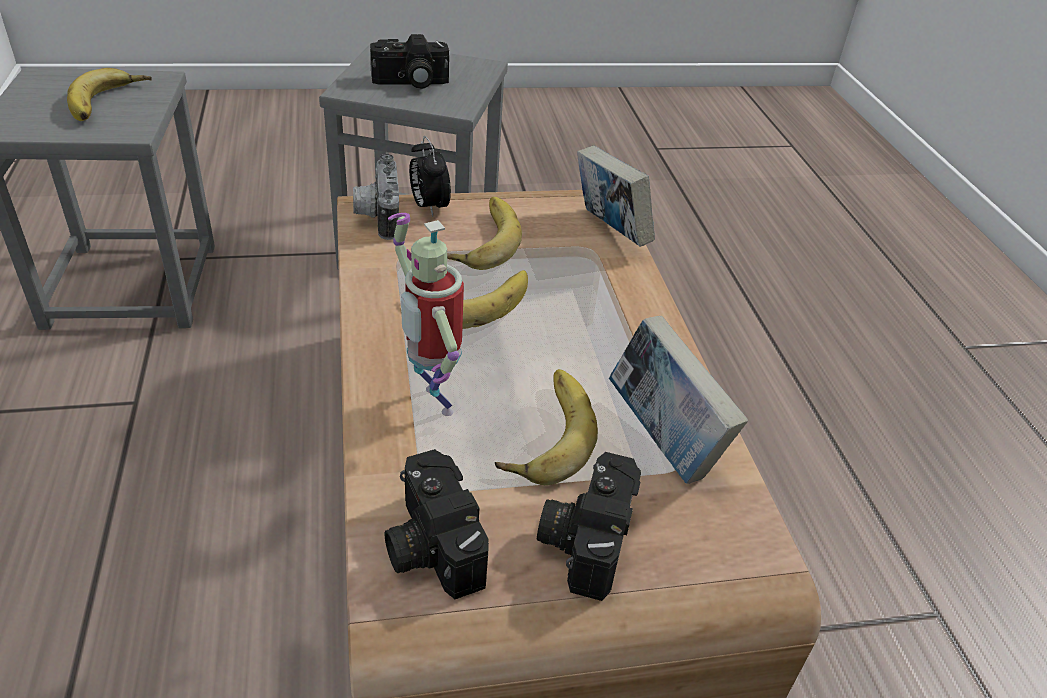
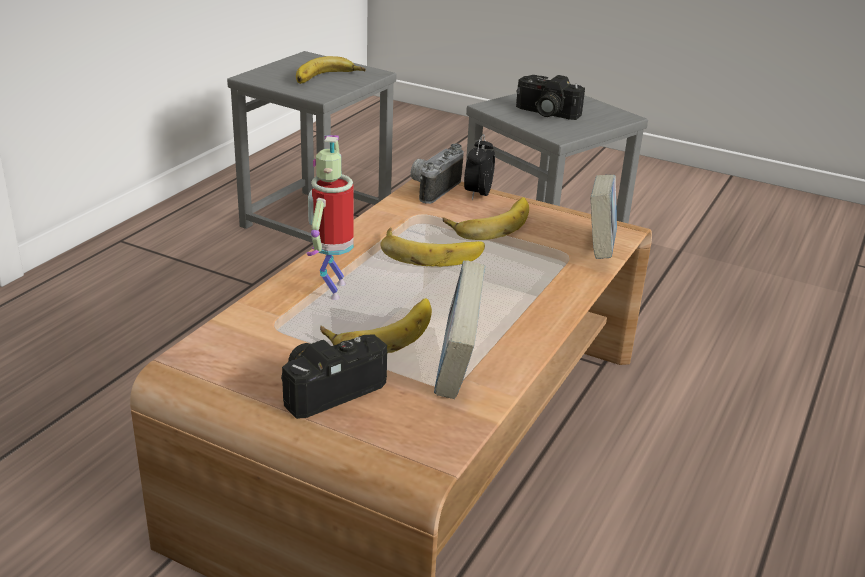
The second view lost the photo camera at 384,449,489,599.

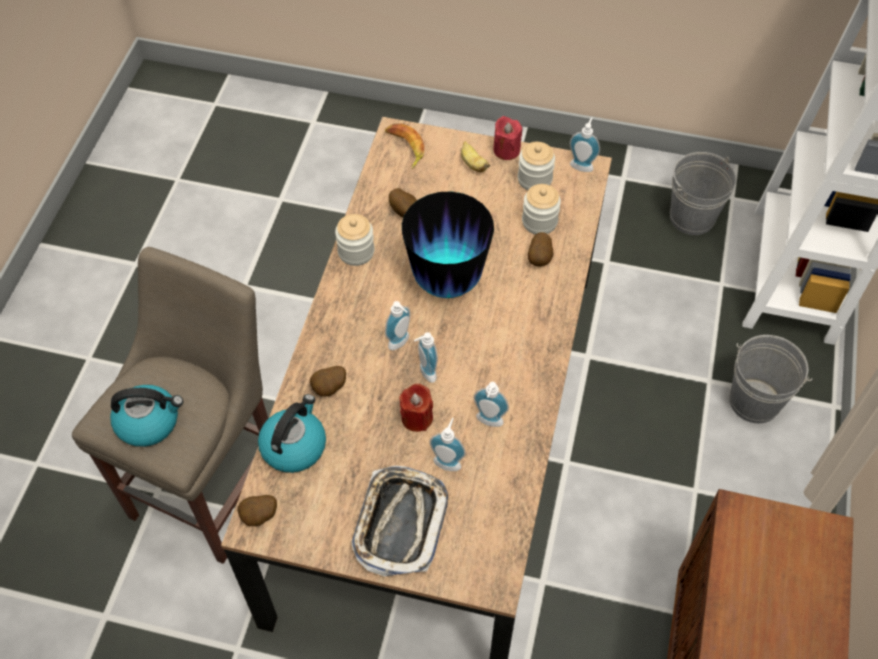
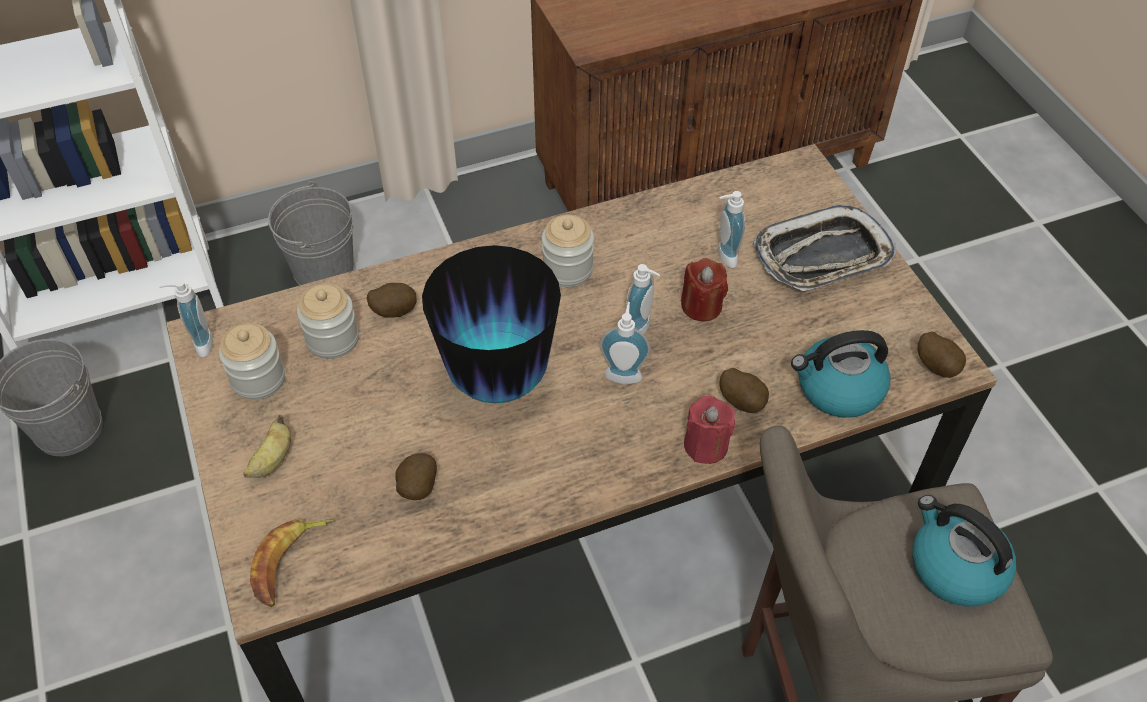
The second view lost the soap dispenser at 474,382,509,427.
The jar ended up elsewhere, having gone from 335,214,374,266 to 542,215,594,287.
The red candle ended up elsewhere, having gone from 493,116,522,160 to 684,396,735,464.

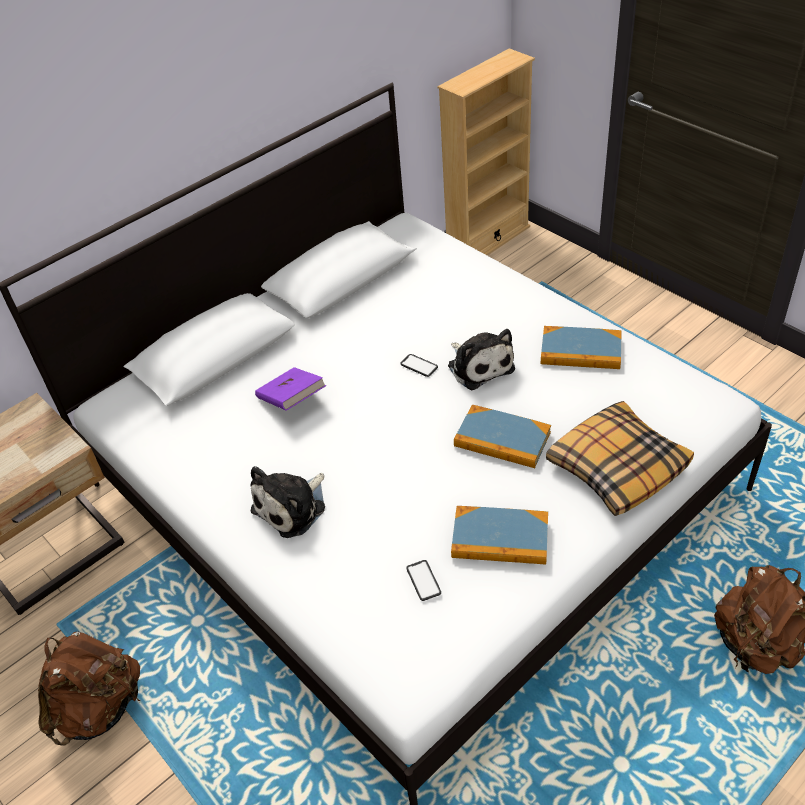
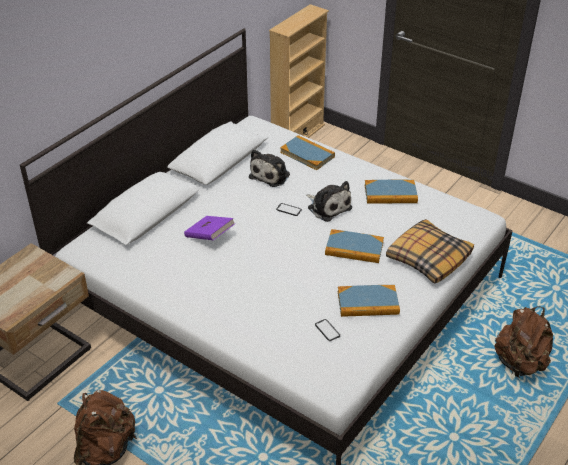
The second view gained the book at 280,135,335,170.
The plush toy ended up elsewhere, having gone from 250,466,325,538 to 249,149,290,187.

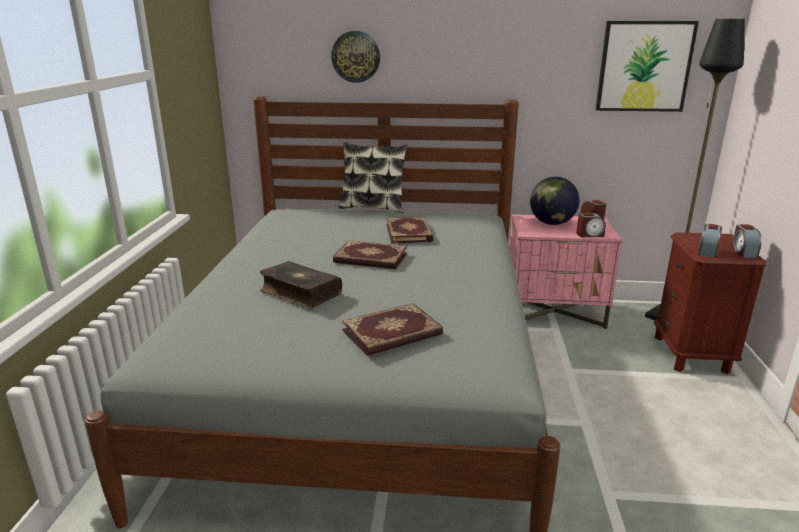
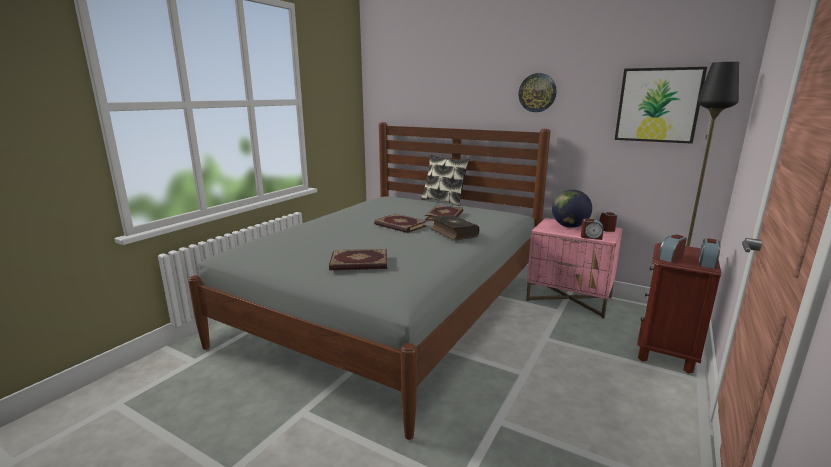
The book ended up elsewhere, having gone from 260,261,342,309 to 431,215,479,241.
The wall clock ended up elsewhere, having gone from 331,31,380,83 to 519,73,557,112.

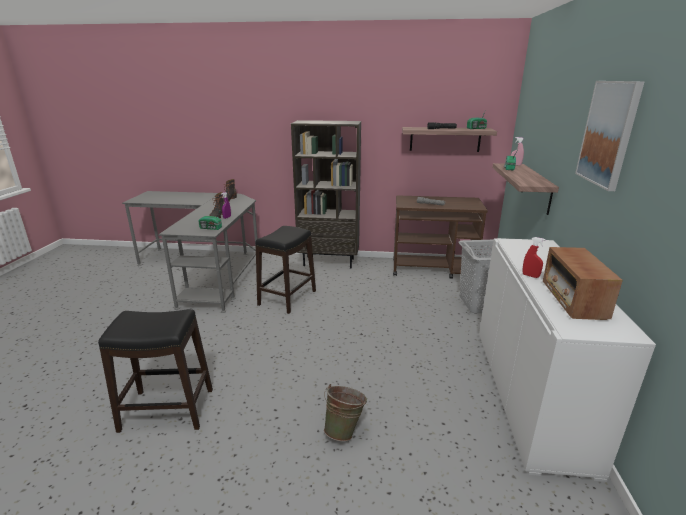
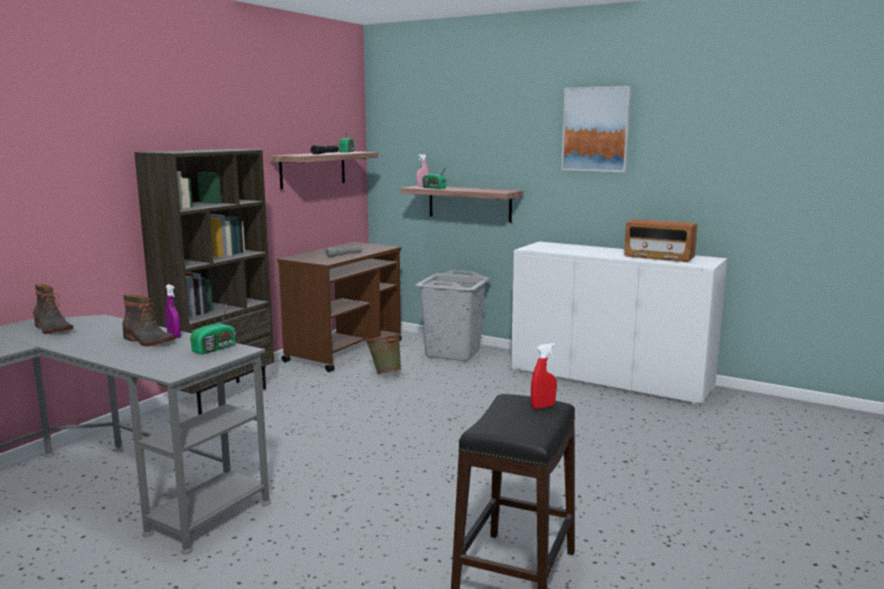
The second view lost the black stool at 255,226,316,314.
The green bucket ended up elsewhere, having gone from 324,384,367,441 to 366,333,402,374.
The red spray bottle ended up elsewhere, having gone from 522,237,546,278 to 531,343,557,409.

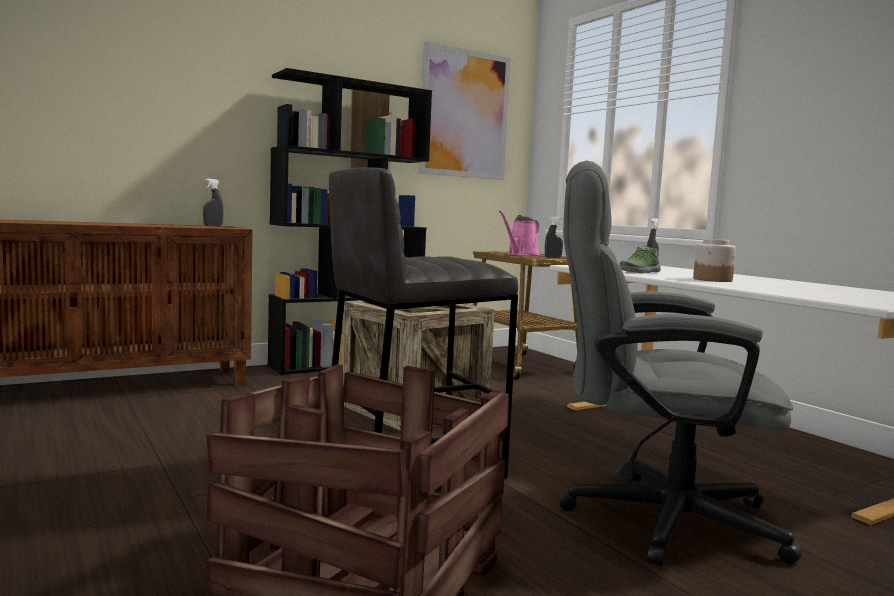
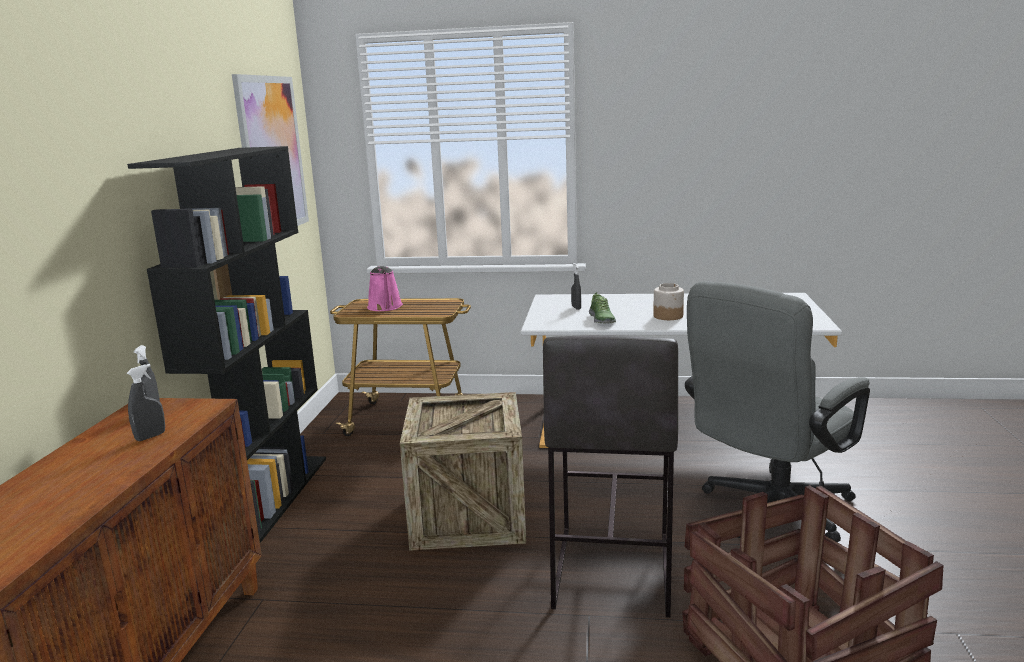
The grey spray bottle ended up elsewhere, having gone from 545,217,563,258 to 127,364,165,441.

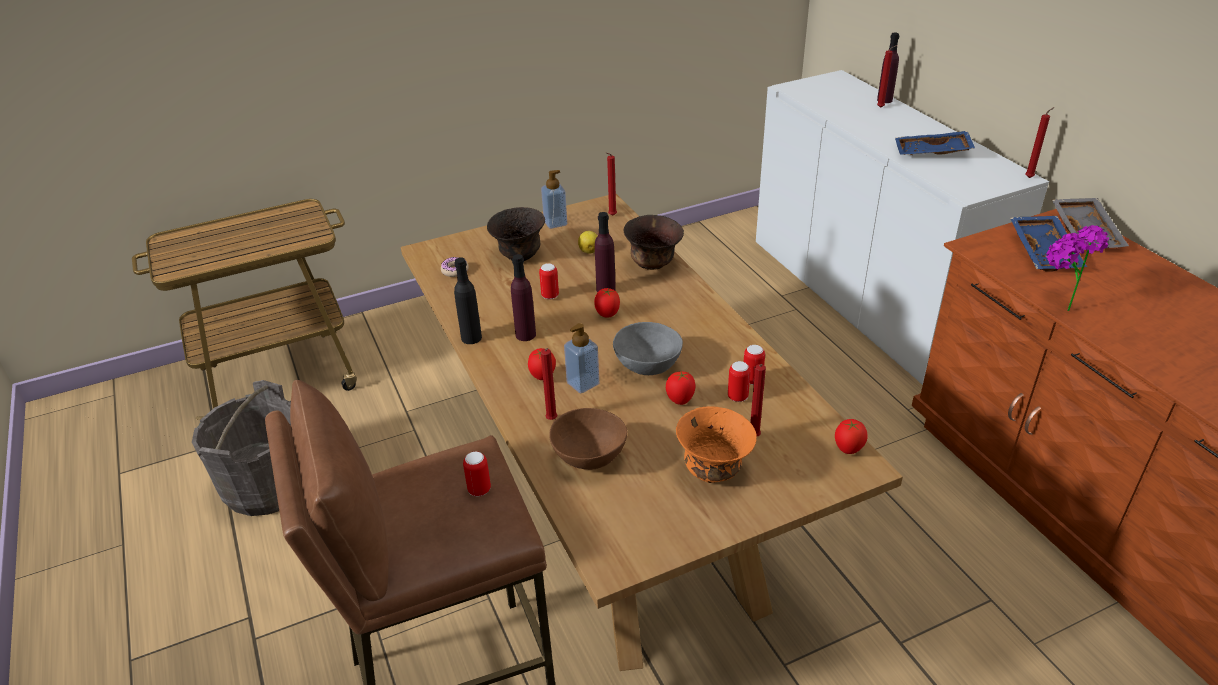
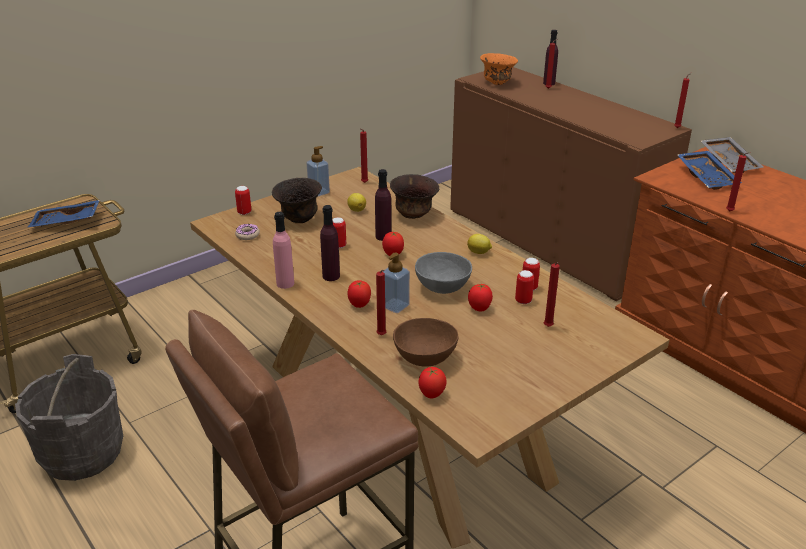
The second view gained the lemon at 467,234,492,254.
The can ended up elsewhere, having gone from 463,451,491,496 to 235,186,251,215.
The orange bowl ended up elsewhere, having gone from 676,406,757,483 to 480,53,518,85.
The tomato ended up elsewhere, having gone from 835,419,868,454 to 418,367,447,398.
The blue tray ended up elsewhere, having gone from 895,131,975,155 to 28,200,100,227.
Where the potted plant stood at 1046,225,1109,311, the red candle came to stand at 726,152,750,212.
What was the black bottle at 454,257,482,344 turned into the pink bottle at 273,212,294,289.
What was the white cabinet at 756,70,1049,385 turned into the brown cabinet at 450,67,692,301.

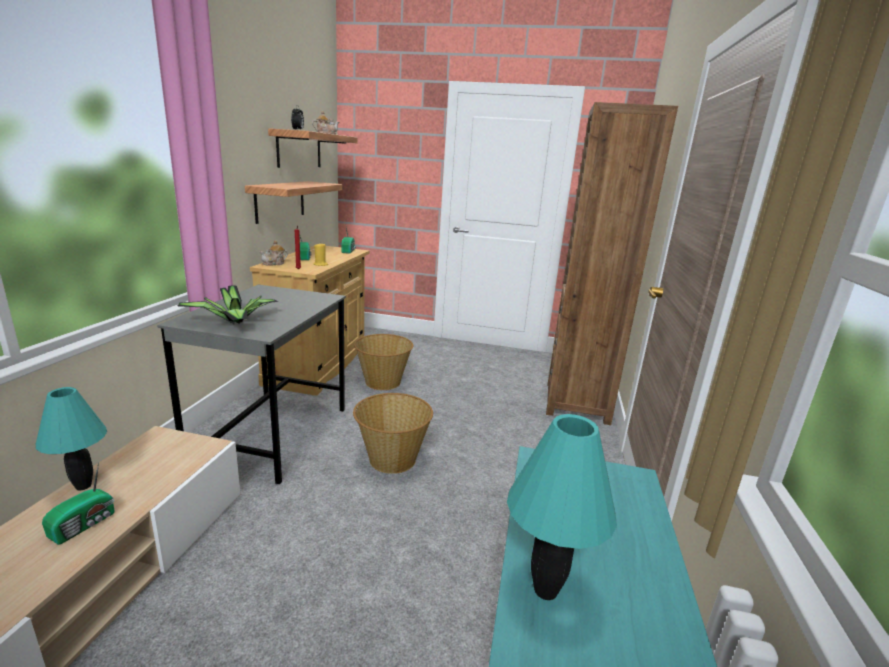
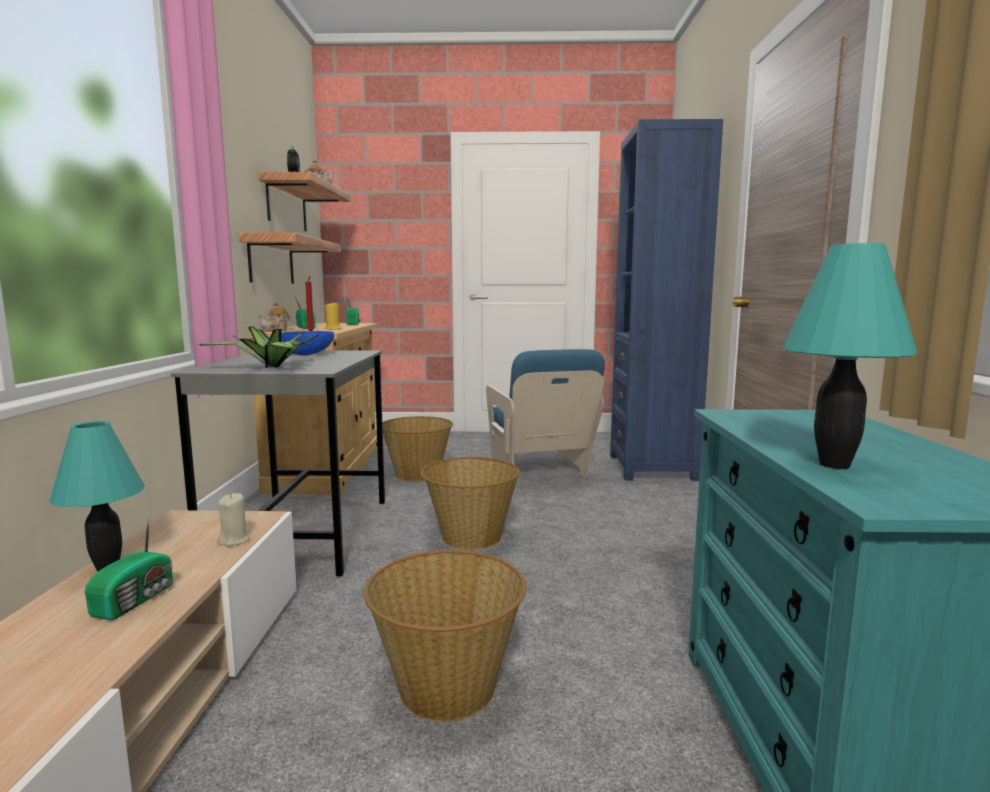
The second view gained the beige candle at 217,493,250,546.
The second view gained the blue bowl at 281,331,334,355.
The second view gained the basket at 364,550,526,722.
The second view gained the blue armchair at 486,349,605,479.
What was the brown bookcase at 546,102,678,425 turned into the blue bookcase at 610,119,723,481.

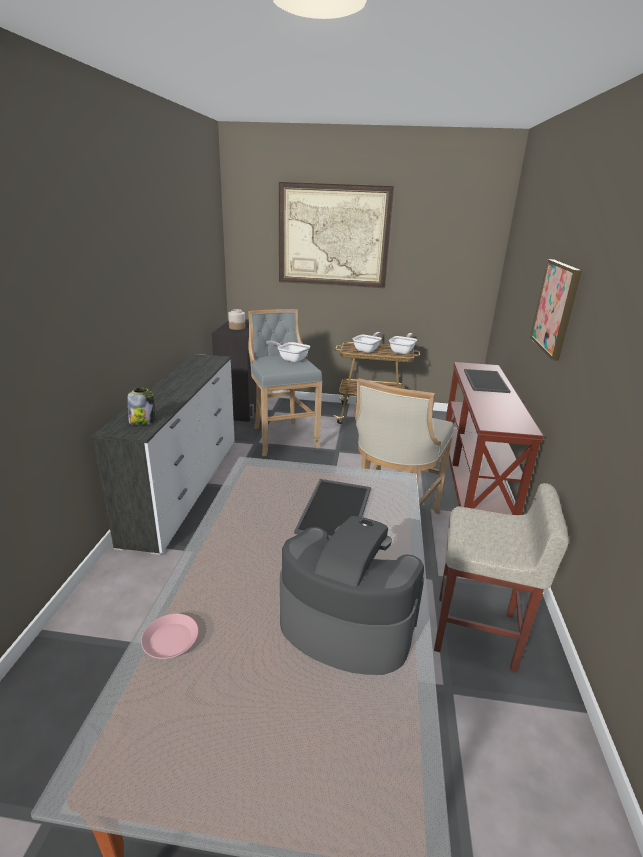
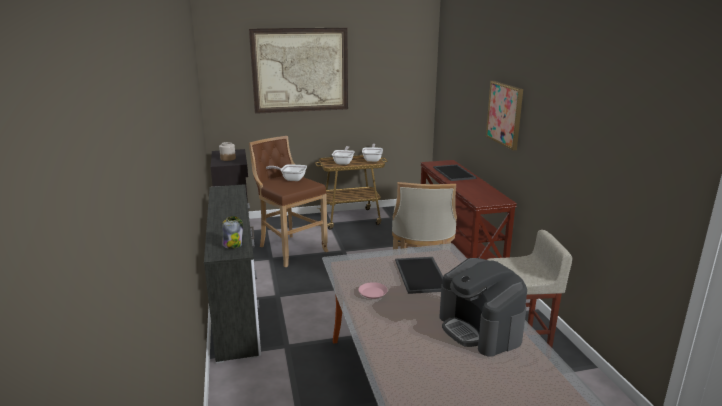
The pink plate ended up elsewhere, having gone from 141,614,198,659 to 358,282,388,299.
What was the grey stool at 248,309,322,456 turned into the brown stool at 249,136,329,267.
The coffee machine at 280,516,424,675 ended up facing another way, 120 degrees counterclockwise from before.

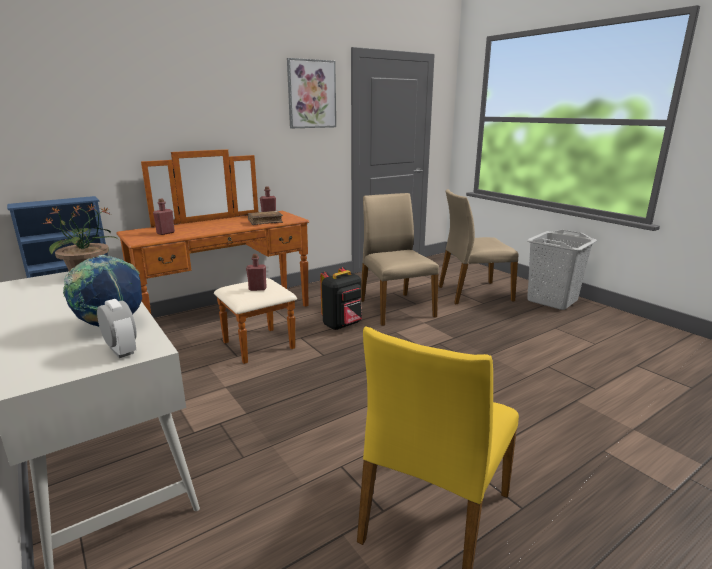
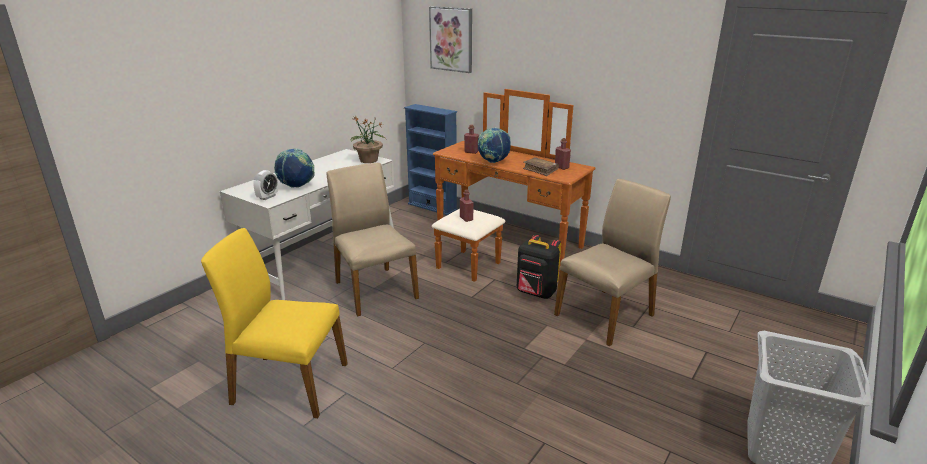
The second view gained the globe at 478,127,511,163.
The picture ended up elsewhere, having gone from 287,58,336,128 to 429,6,472,73.
The beige chair ended up elsewhere, having gone from 438,189,519,304 to 326,163,419,317.

